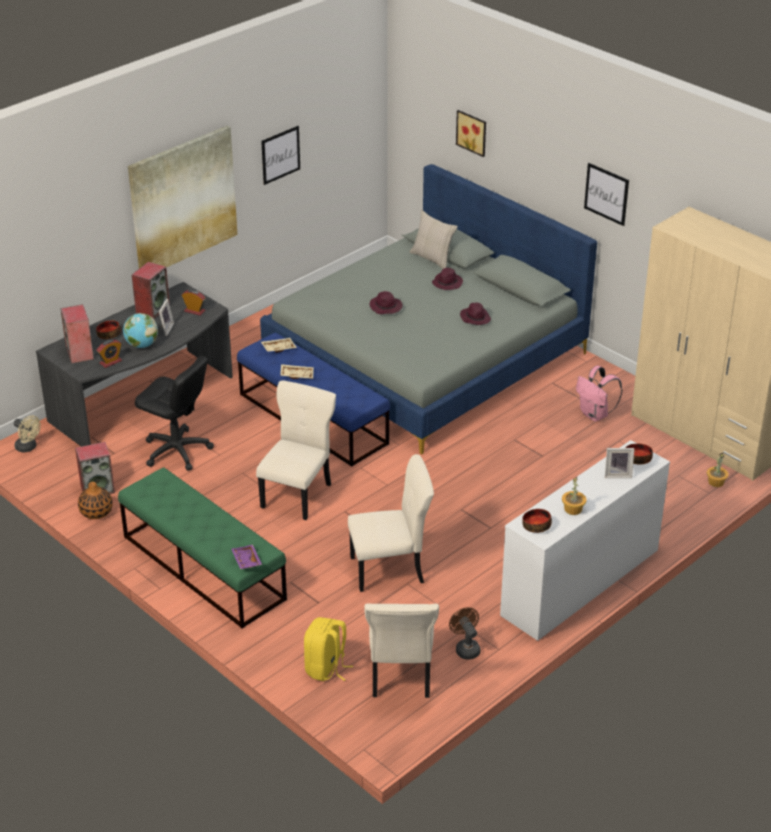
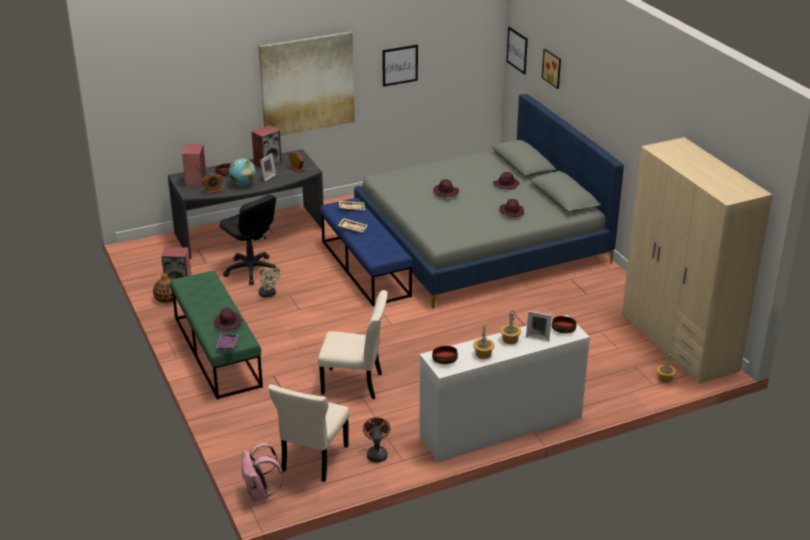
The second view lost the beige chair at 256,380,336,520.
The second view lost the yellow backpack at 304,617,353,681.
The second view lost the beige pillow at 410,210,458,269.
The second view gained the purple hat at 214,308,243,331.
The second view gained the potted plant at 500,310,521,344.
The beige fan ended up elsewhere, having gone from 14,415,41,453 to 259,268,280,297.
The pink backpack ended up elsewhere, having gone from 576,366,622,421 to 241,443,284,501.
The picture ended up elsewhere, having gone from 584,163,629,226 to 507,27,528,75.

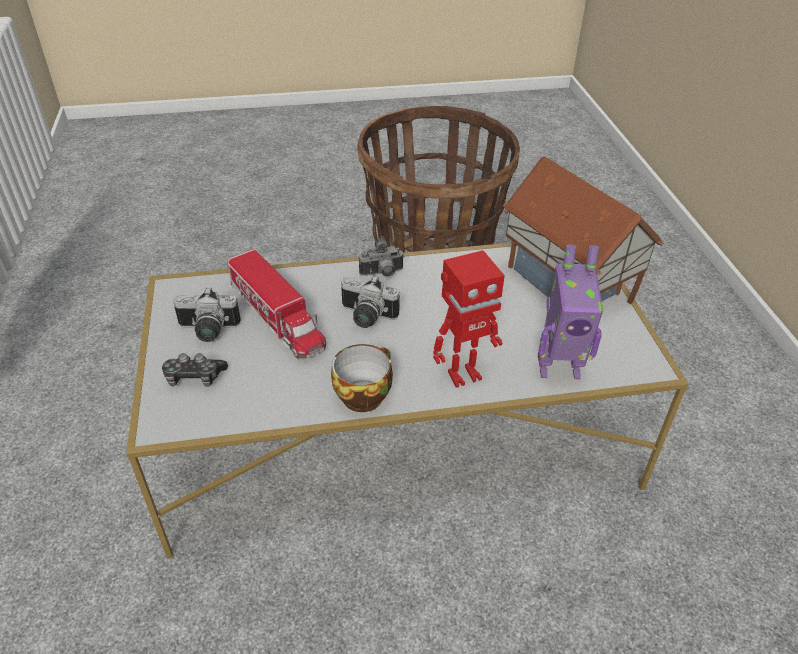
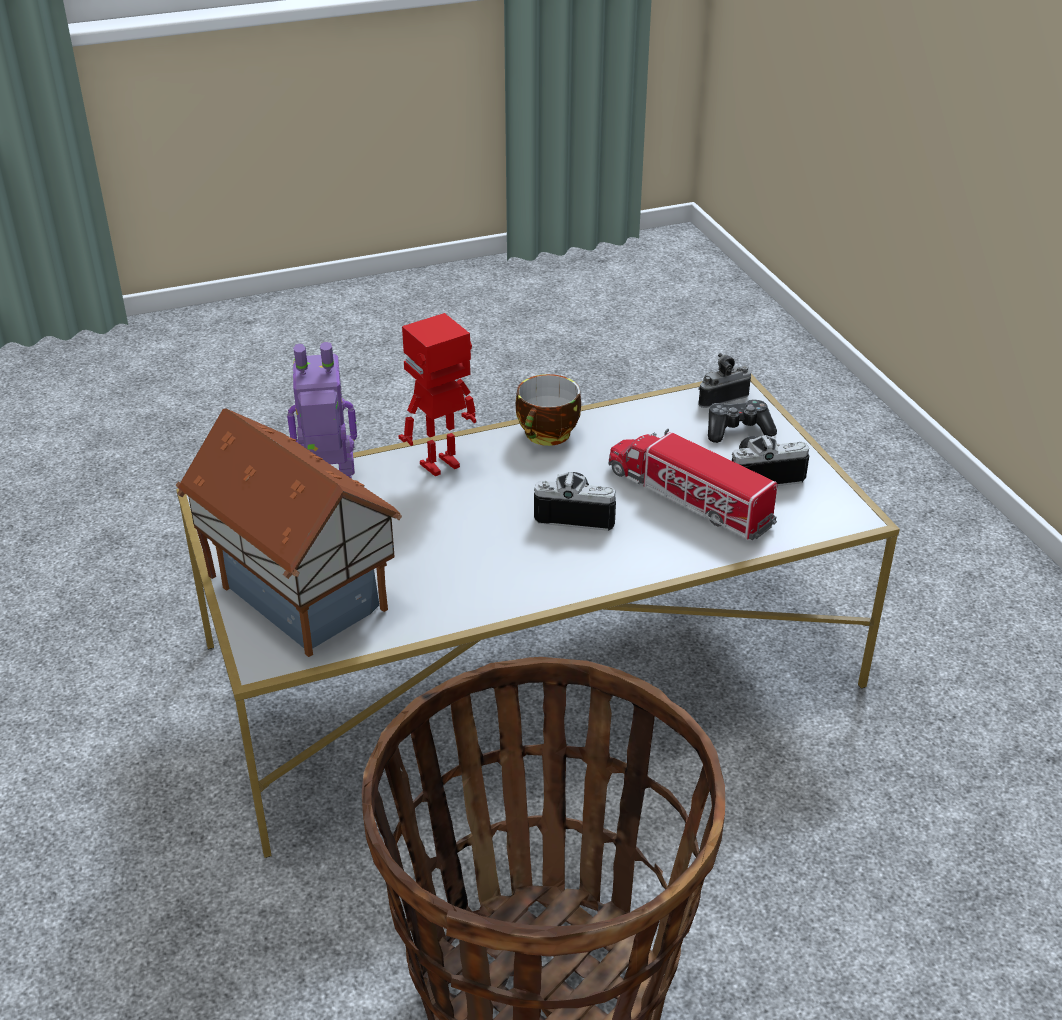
The photo camera ended up elsewhere, having gone from 359,236,404,277 to 698,353,751,408.

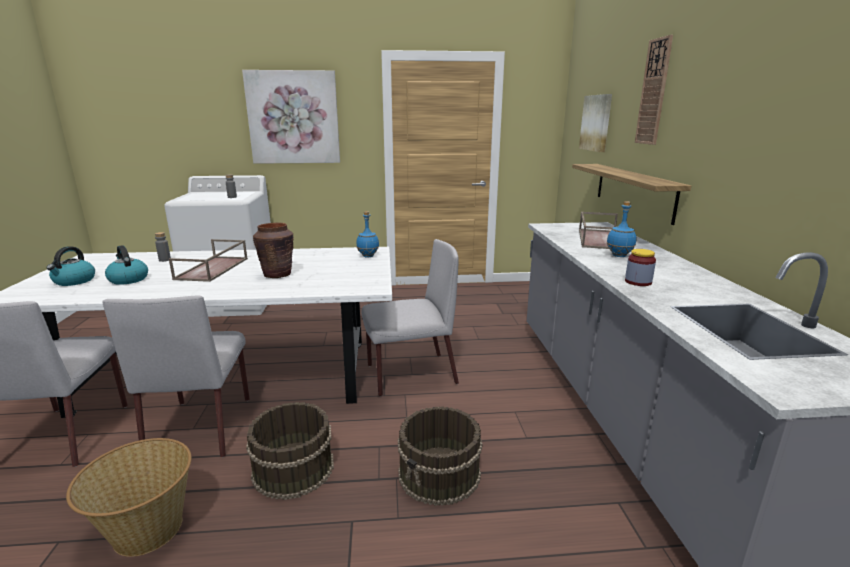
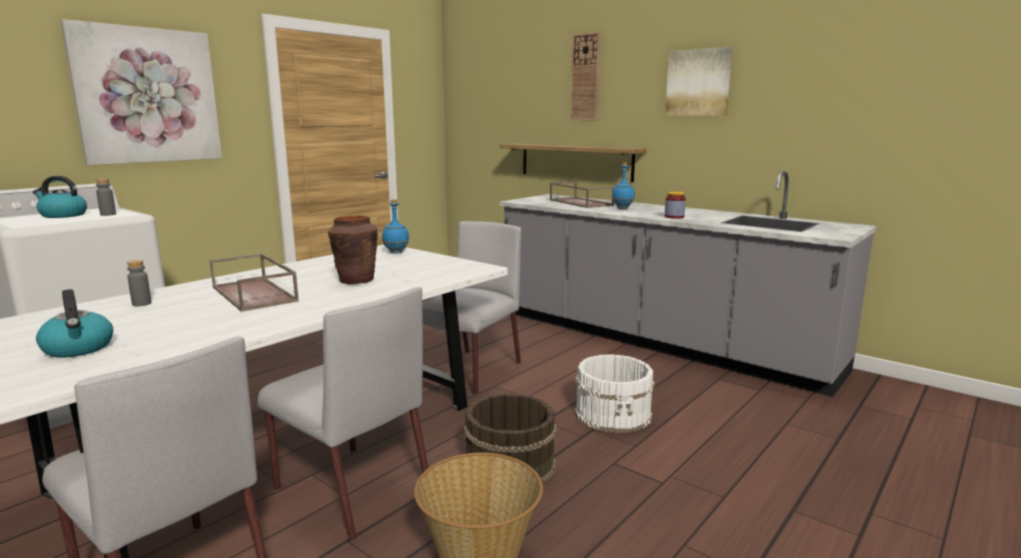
The kettle ended up elsewhere, having gone from 105,245,148,285 to 33,176,87,218.
The picture ended up elsewhere, having gone from 579,94,612,152 to 665,47,733,116.
What was the brown bucket at 398,406,483,506 turned into the white bucket at 575,354,654,433.

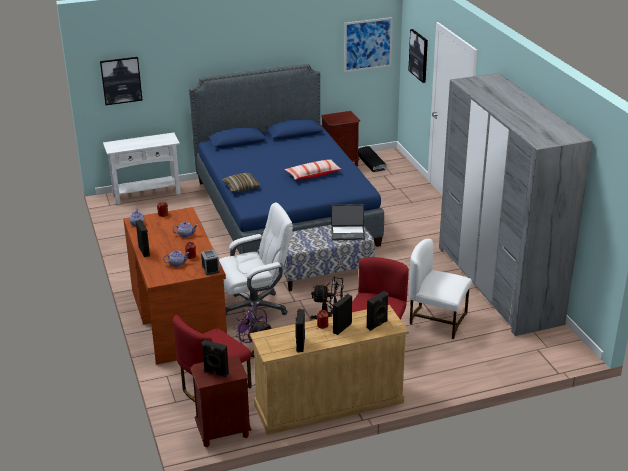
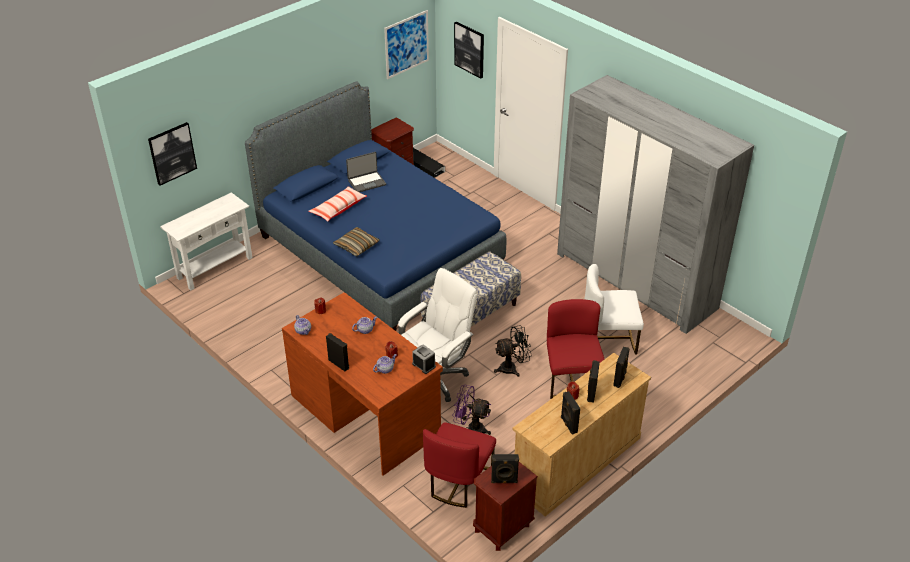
The pillow ended up elsewhere, having gone from 285,160,342,180 to 309,186,367,222.
The laptop ended up elsewhere, having gone from 331,204,365,240 to 346,152,386,192.

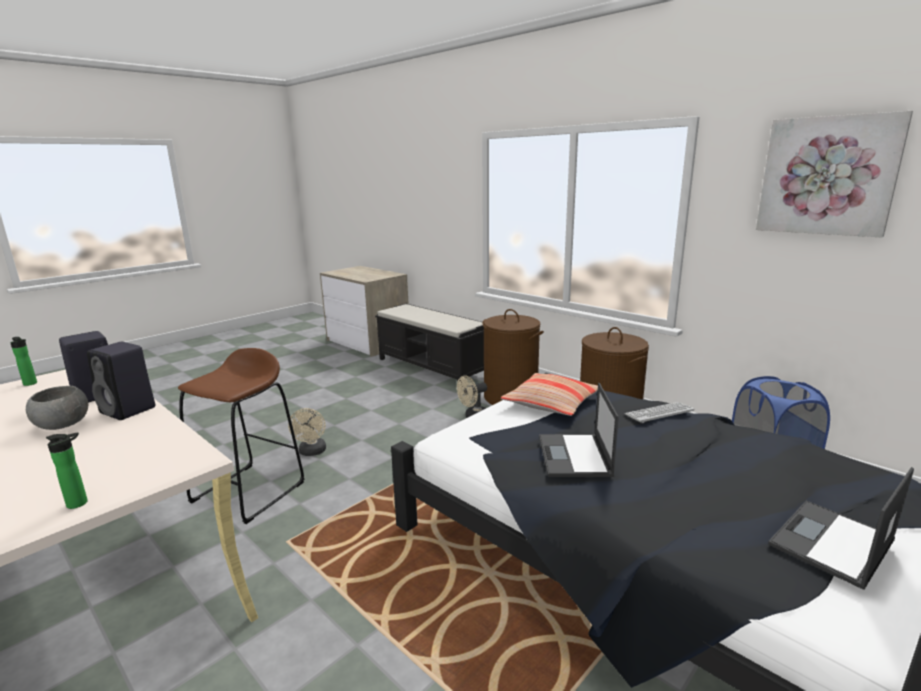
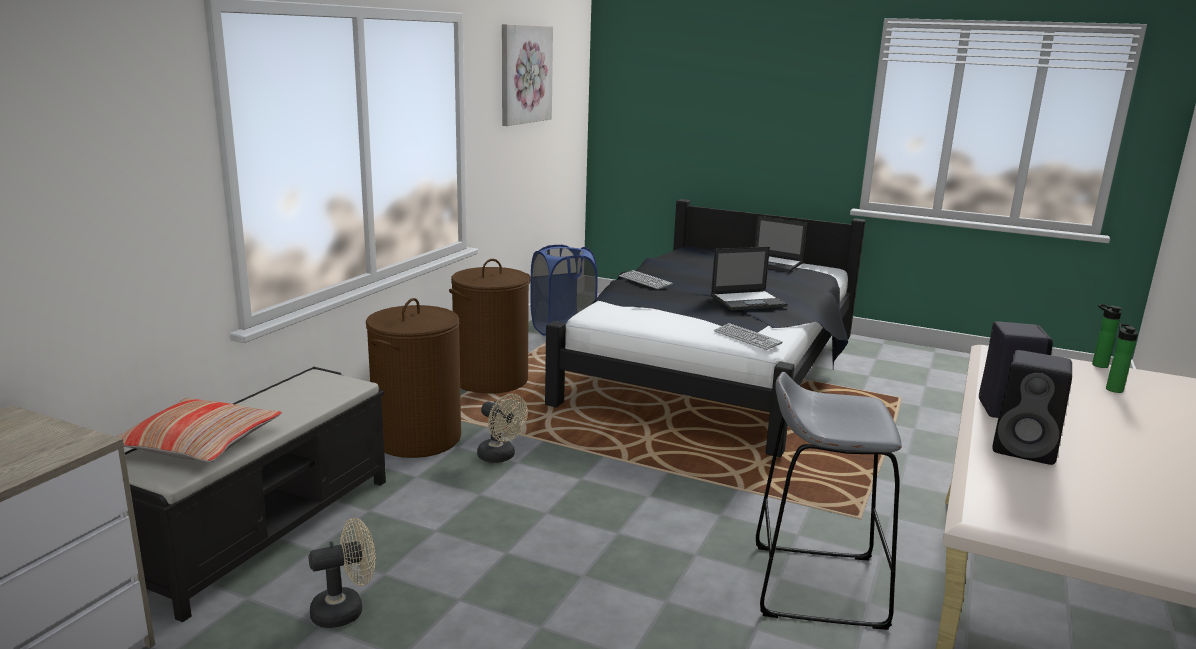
The second view lost the grey bowl at 26,386,89,430.
The second view gained the keyboard at 714,323,783,350.
The bottle ended up elsewhere, having gone from 10,337,37,386 to 1106,324,1138,393.
The beige fan ended up elsewhere, having gone from 288,408,326,456 to 308,518,376,628.
The pillow ended up elsewhere, having gone from 501,373,598,416 to 116,397,282,462.
What was the brown stool at 178,348,304,524 turned into the grey stool at 756,372,902,630.

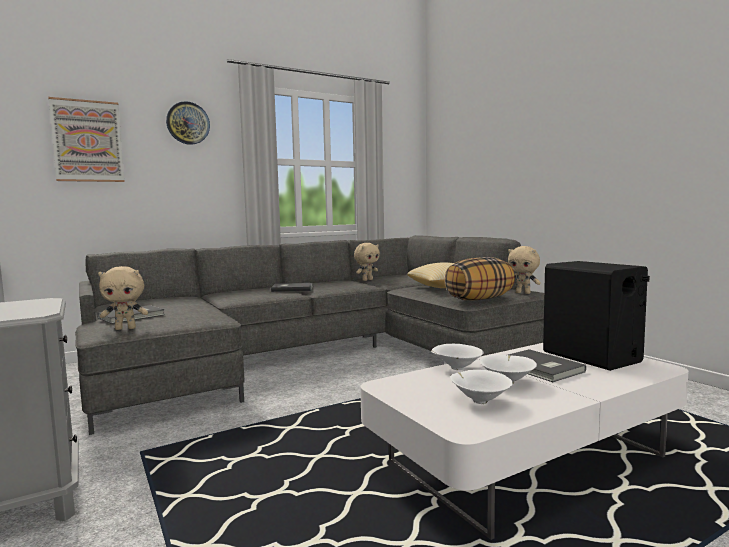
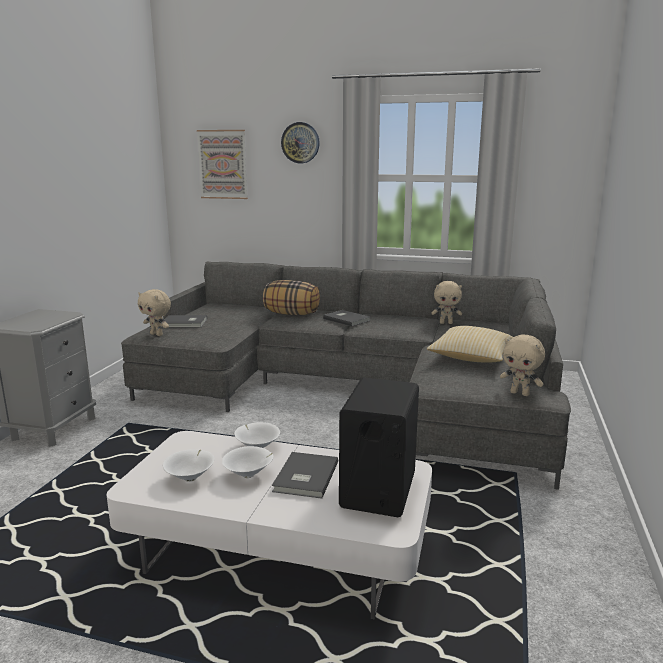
The pillow ended up elsewhere, having gone from 445,257,515,300 to 263,280,320,316.
The beige plush toy at 508,246,541,294 ended up facing another way, 45 degrees counterclockwise from before.

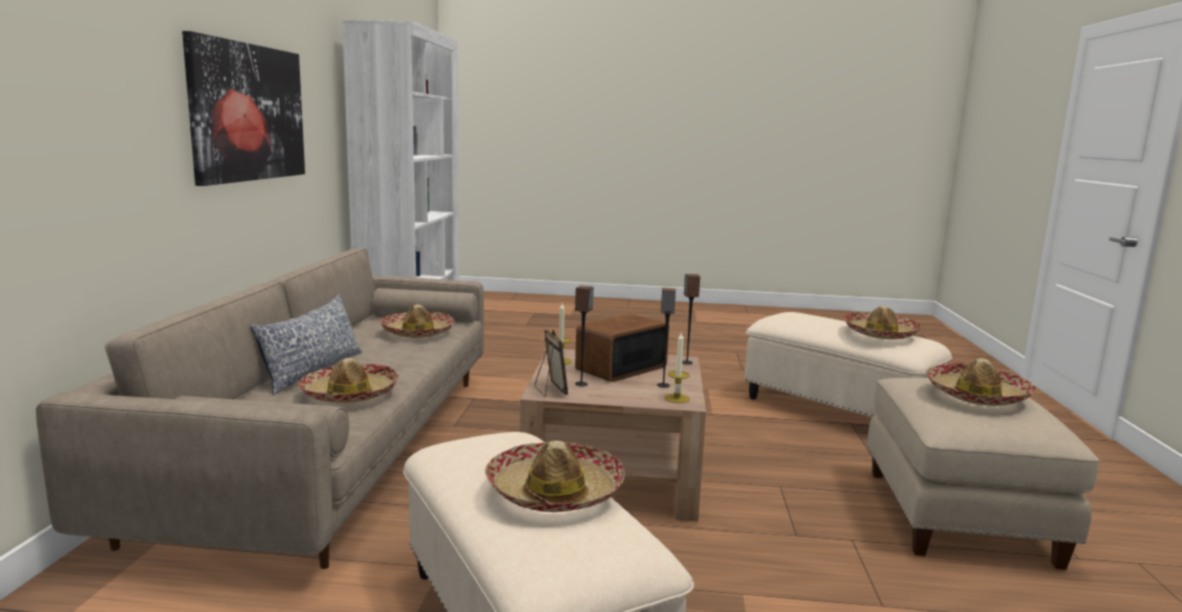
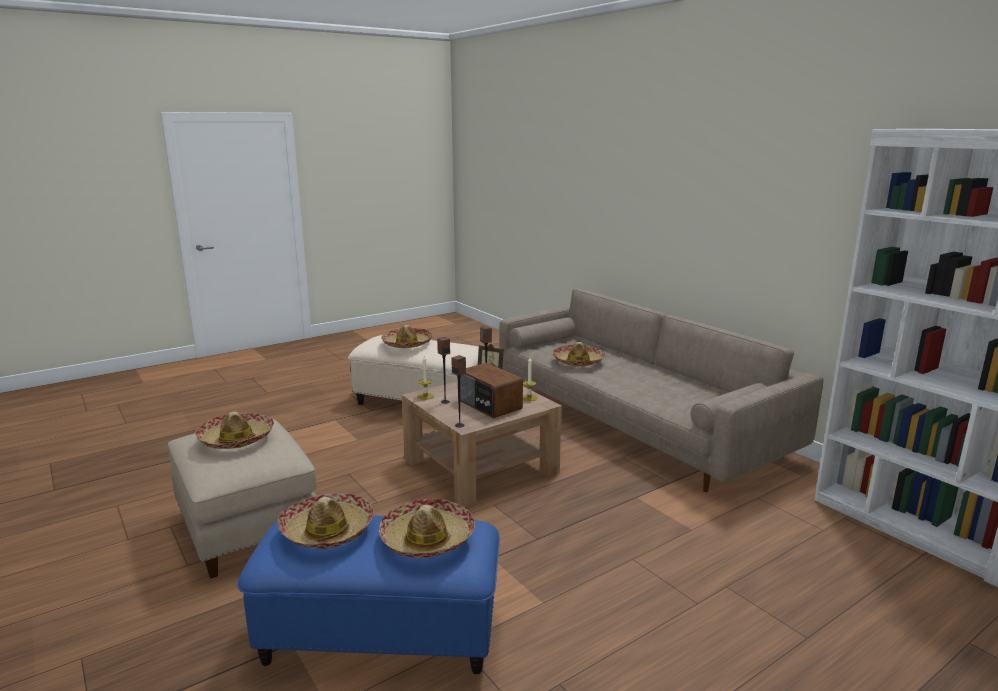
The second view lost the picture at 182,31,305,186.
The second view lost the pillow at 250,294,362,395.
The hat ended up elsewhere, having gone from 380,305,455,338 to 379,498,475,558.
What was the beige ottoman at 744,312,952,417 turned into the blue ottoman at 237,516,500,674.
The radio at 575,314,669,382 ended up facing another way, 135 degrees clockwise from before.

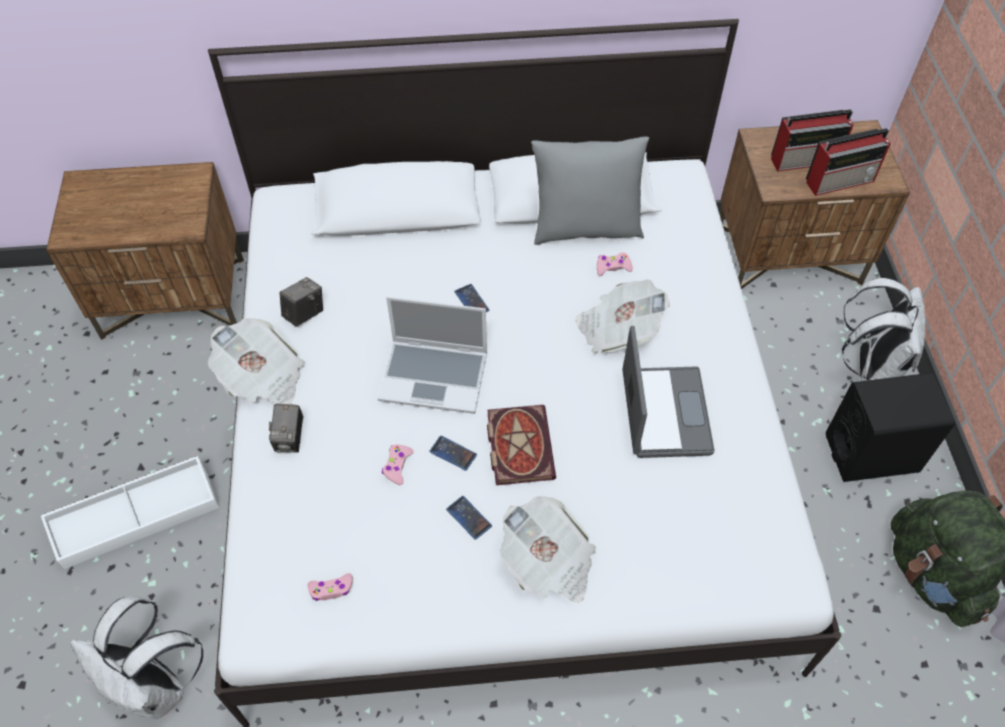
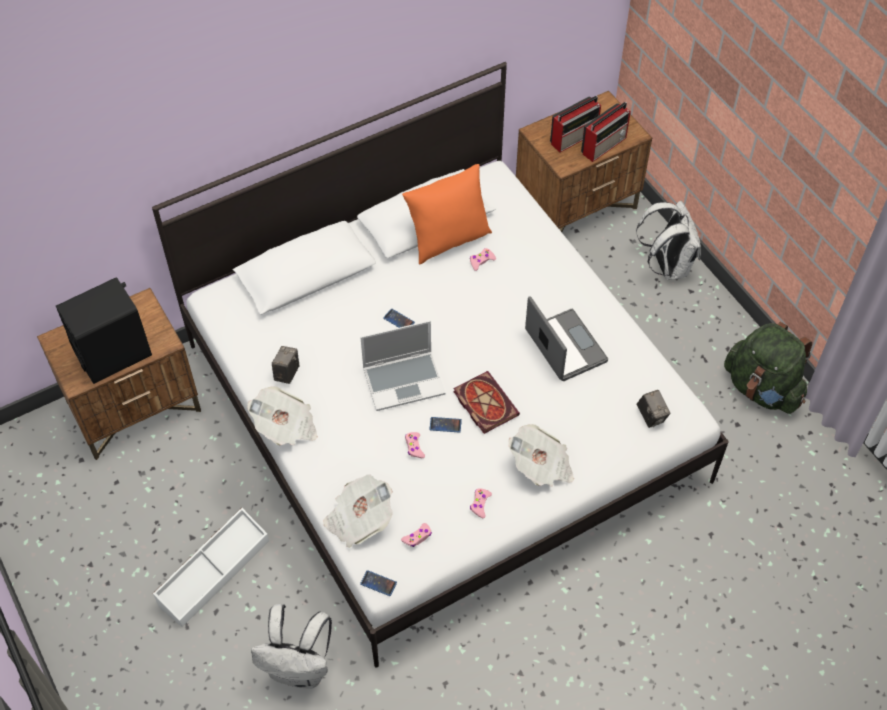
The second view gained the pink game controller at 470,488,492,518.
The photo camera ended up elsewhere, having gone from 269,404,303,453 to 637,390,671,428.
The phone ended up elsewhere, having gone from 446,496,492,540 to 360,570,397,596.
The newspaper ended up elsewhere, having gone from 575,279,670,354 to 323,474,393,548.
The black speaker ended up elsewhere, having gone from 826,373,955,482 to 56,277,152,384.
What was the grey pillow at 531,137,649,245 turned into the orange pillow at 402,164,492,265.

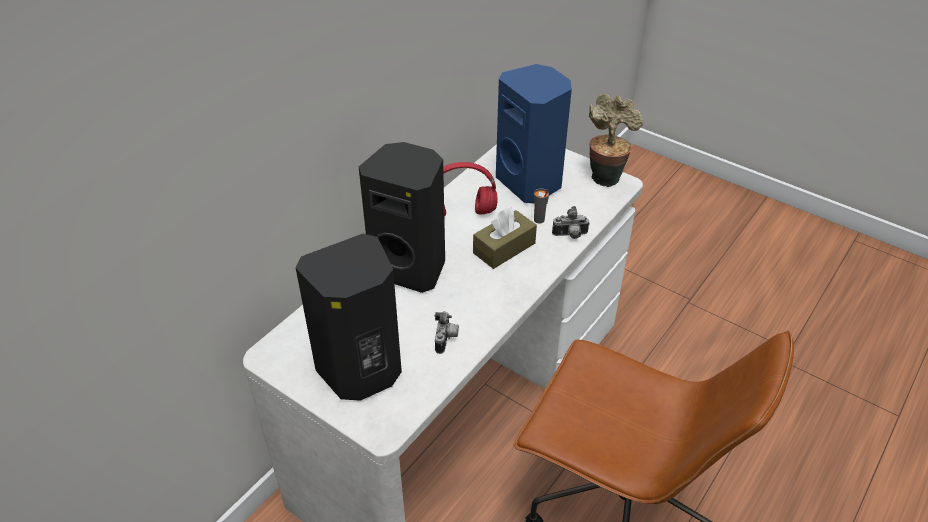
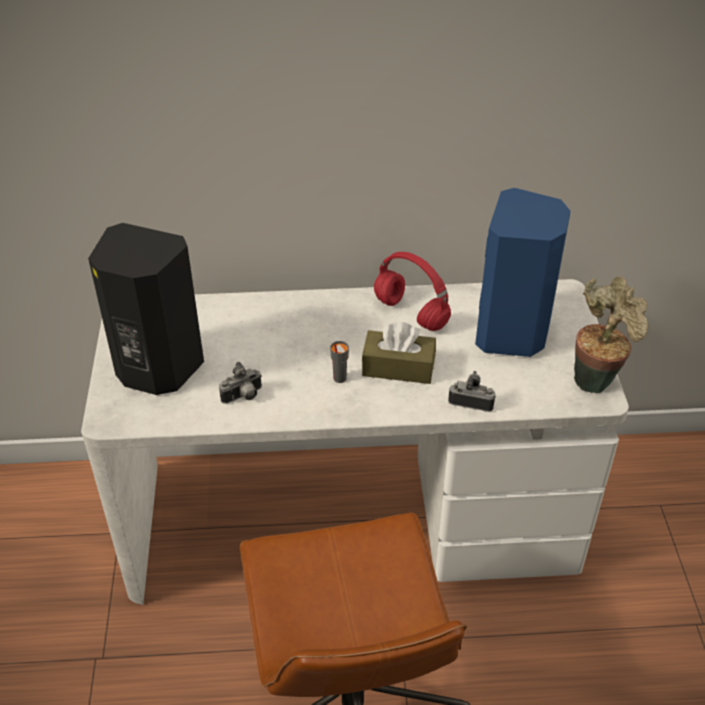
The second view lost the black speaker at 359,142,445,293.
The grey cup ended up elsewhere, having gone from 534,188,549,224 to 330,341,349,383.
The photo camera at 552,206,590,239 ended up facing another way, 150 degrees clockwise from before.

